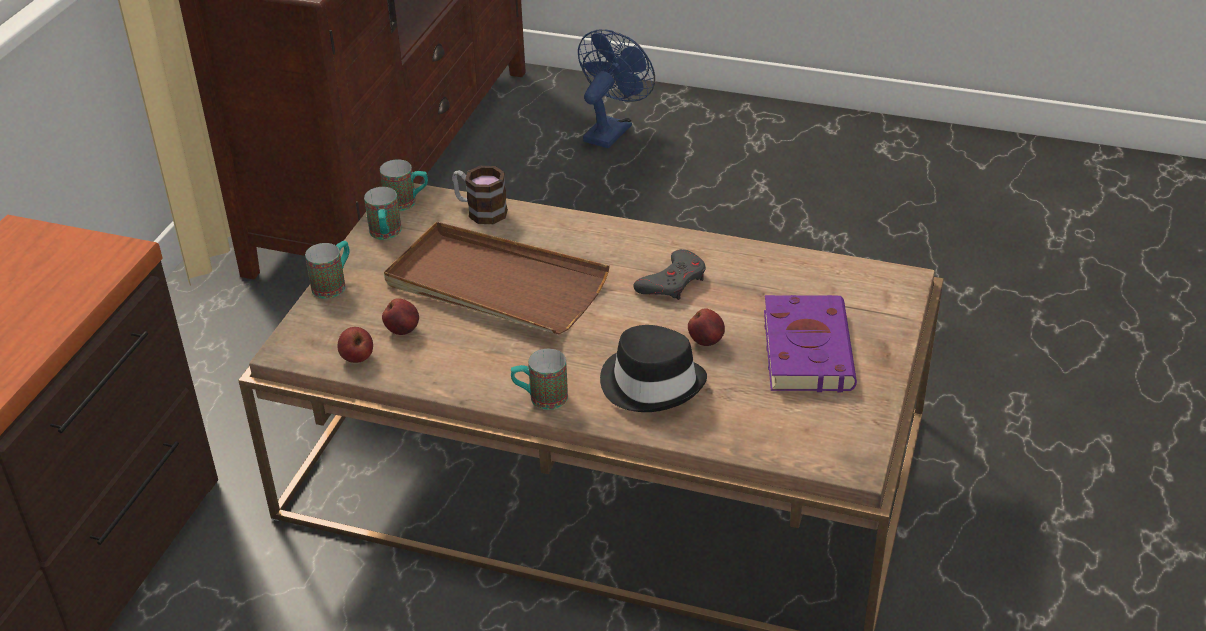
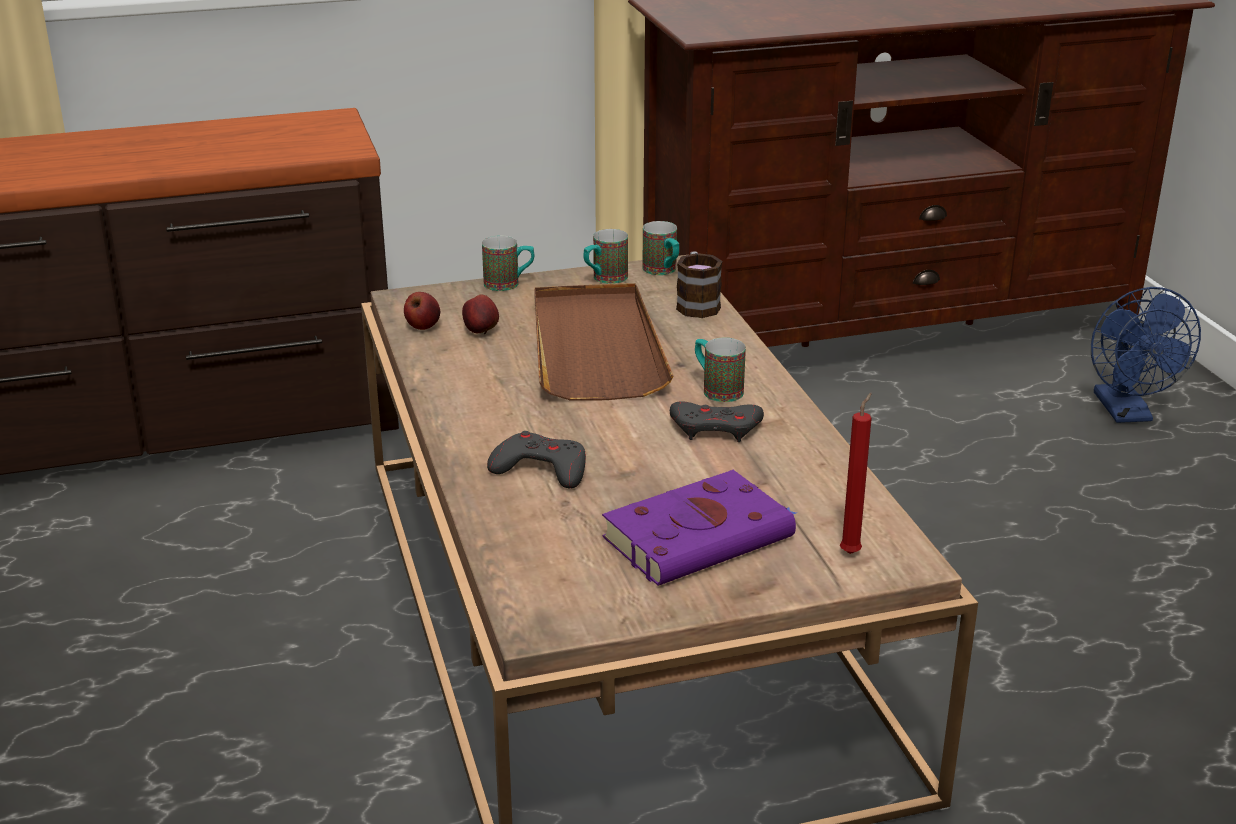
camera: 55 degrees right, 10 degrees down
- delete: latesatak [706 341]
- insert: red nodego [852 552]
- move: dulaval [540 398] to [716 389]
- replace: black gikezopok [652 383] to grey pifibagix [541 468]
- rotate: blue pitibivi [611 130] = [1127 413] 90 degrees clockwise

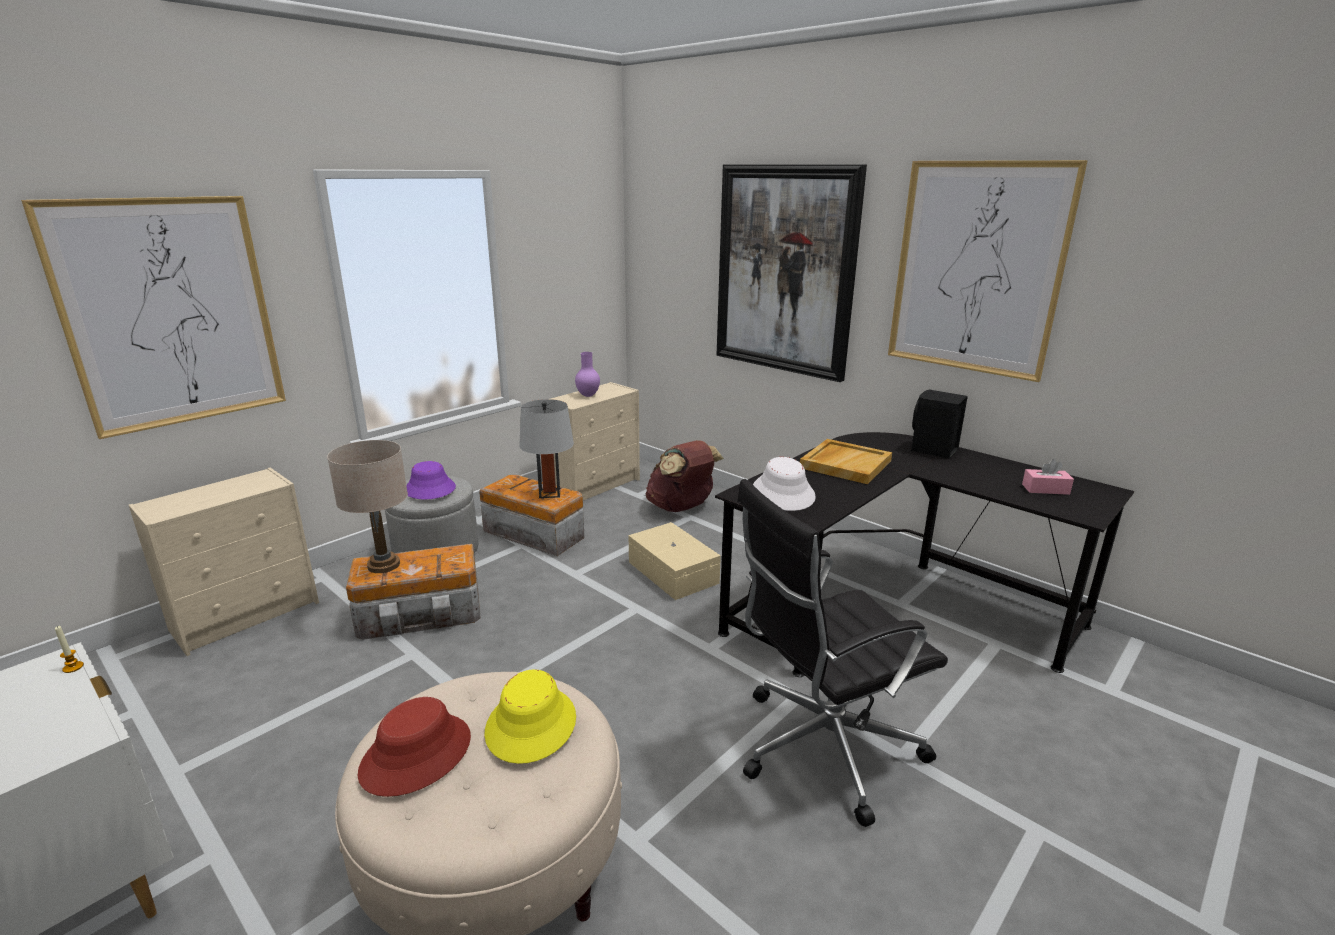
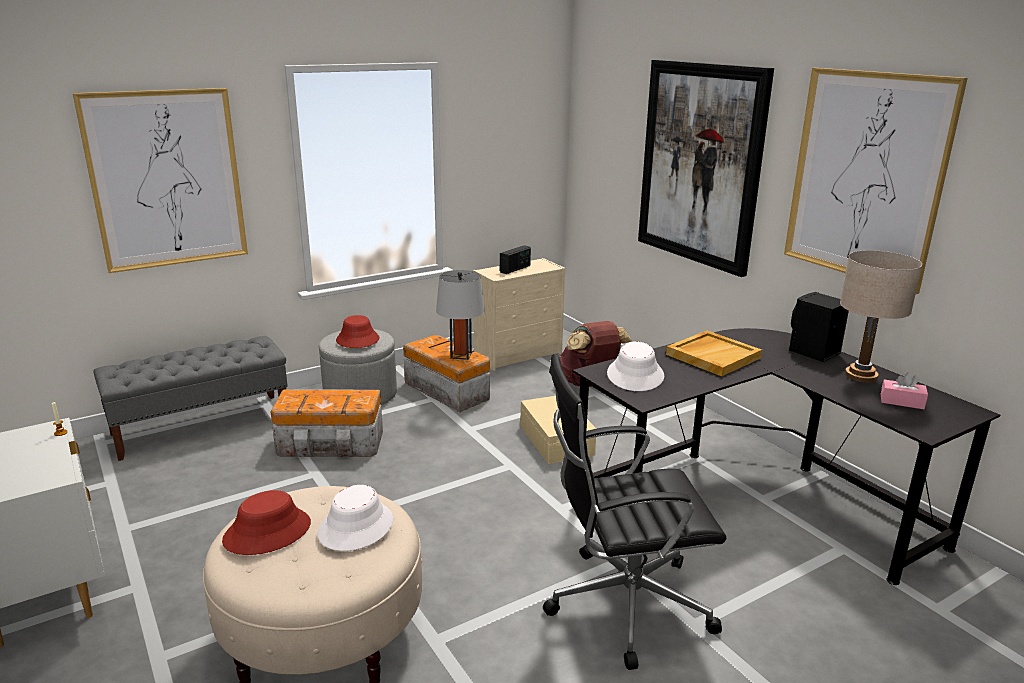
camera: 15 degrees right, 0 degrees up
- move: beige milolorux [384 565] to [861 376]
- replace: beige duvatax [248 615] to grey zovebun [202 425]
- replace: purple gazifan [588 395] to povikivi [515 269]
- recolor: purple gikezopok [430 489] to red gikezopok [357 340]
- recolor: yellow gikezopok [530 725] to white gikezopok [355 527]

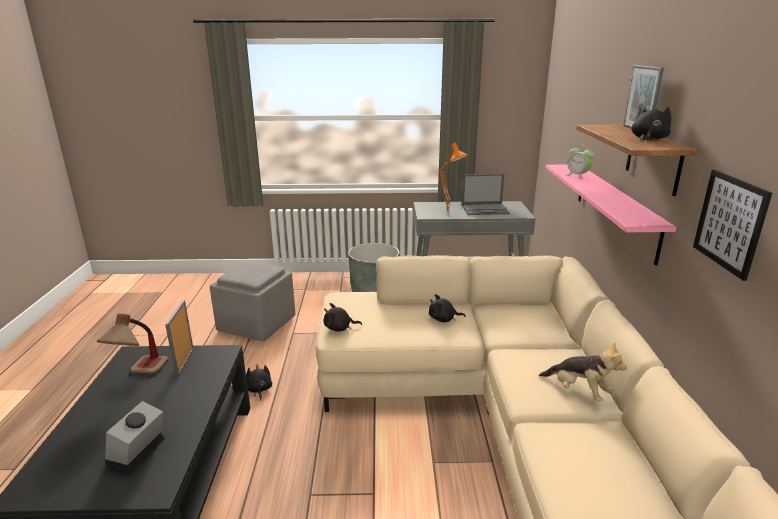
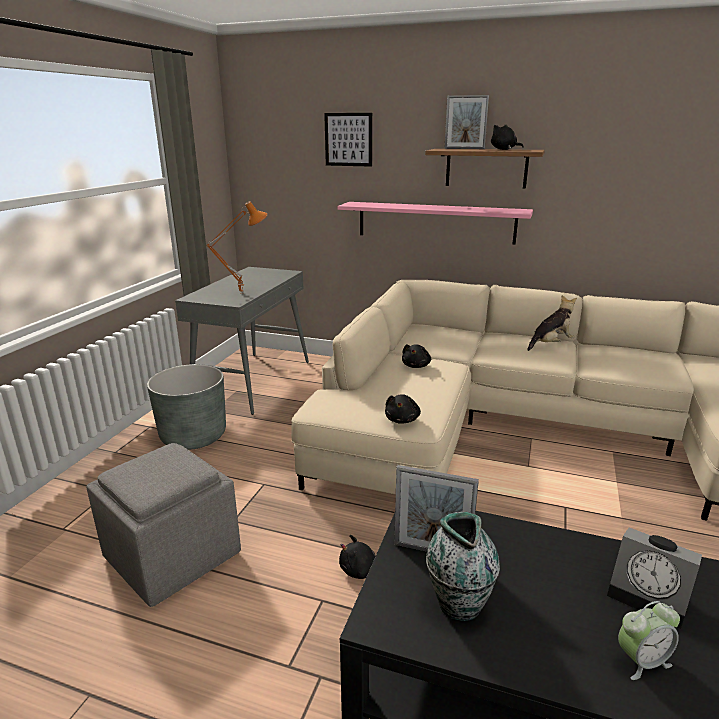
camera: 70 degrees left, 0 degrees up
- delete: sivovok [485 209]
- move: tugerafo [577 176] to [641 660]
- move: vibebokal [730 222] to [348 139]
- replace: milolorux [140 376] to gazifan [459 602]

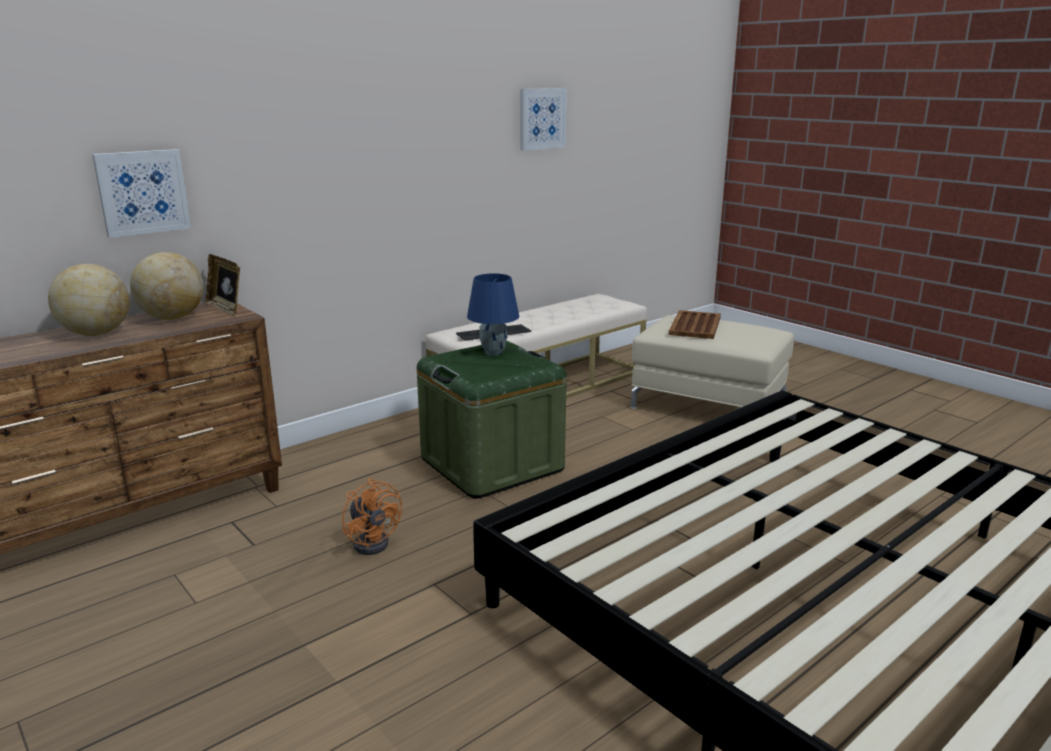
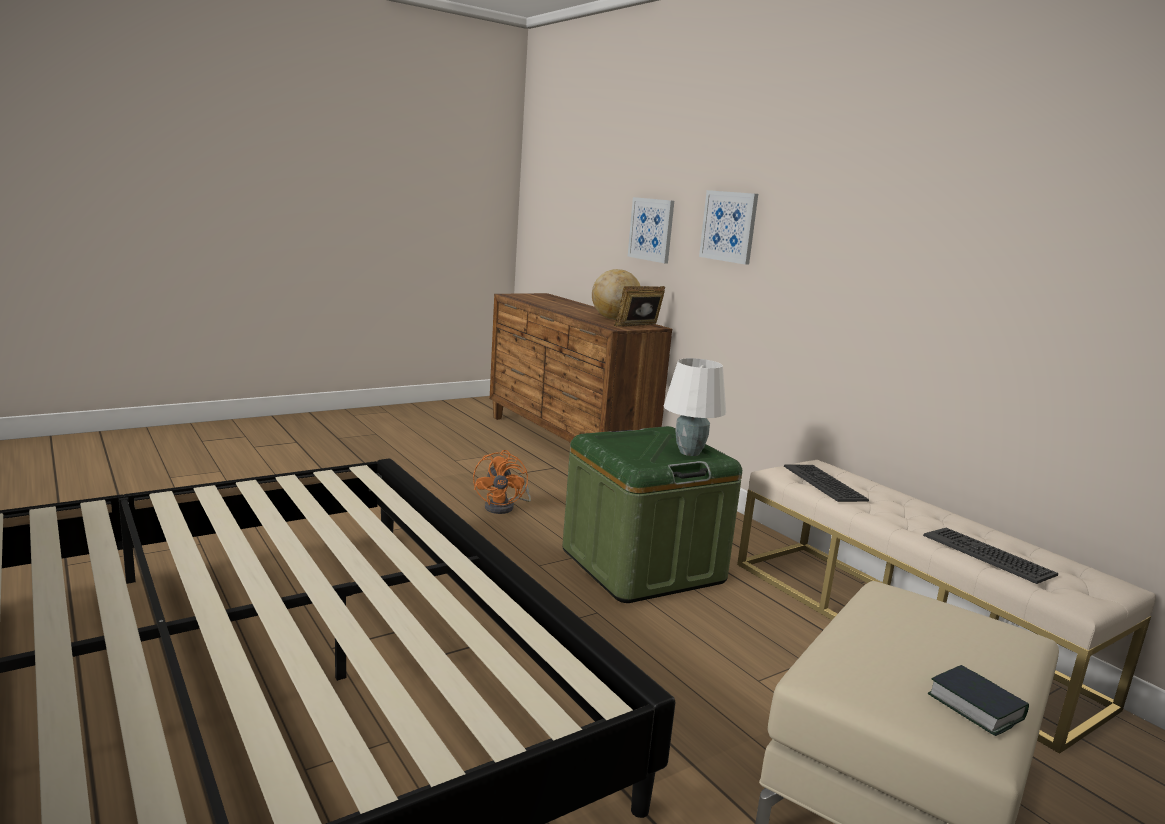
camera: 95 degrees right, 5 degrees down
- delete: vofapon [96 334]
- delete: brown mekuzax [695 326]
- insert: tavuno [988 555]
- insert: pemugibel [975 706]
- move: vibebokal [542 119] to [729 226]
- recolor: blue milolorux [493 353] to white milolorux [688 452]
- rotate: orange pitibivi [374 541] = [505 507] 60 degrees counterclockwise

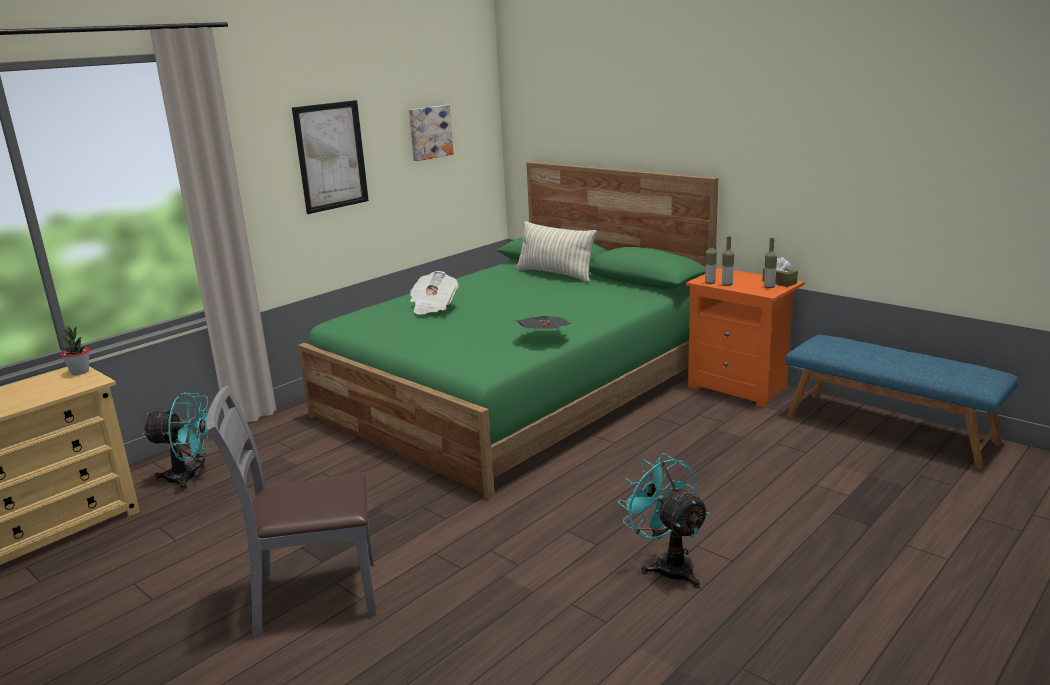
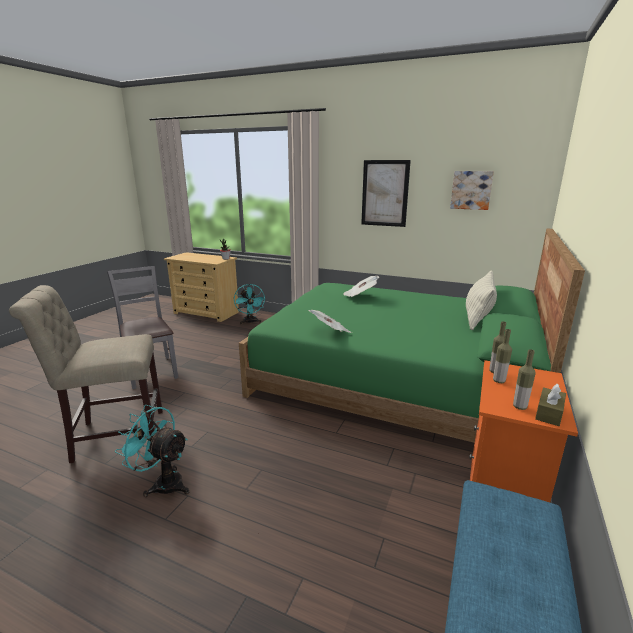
camera: 70 degrees right, 0 degrees up
- insert: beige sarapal [113 435]
- rotate: turquoise pitibivi [667 565] = [163 483] 105 degrees counterclockwise

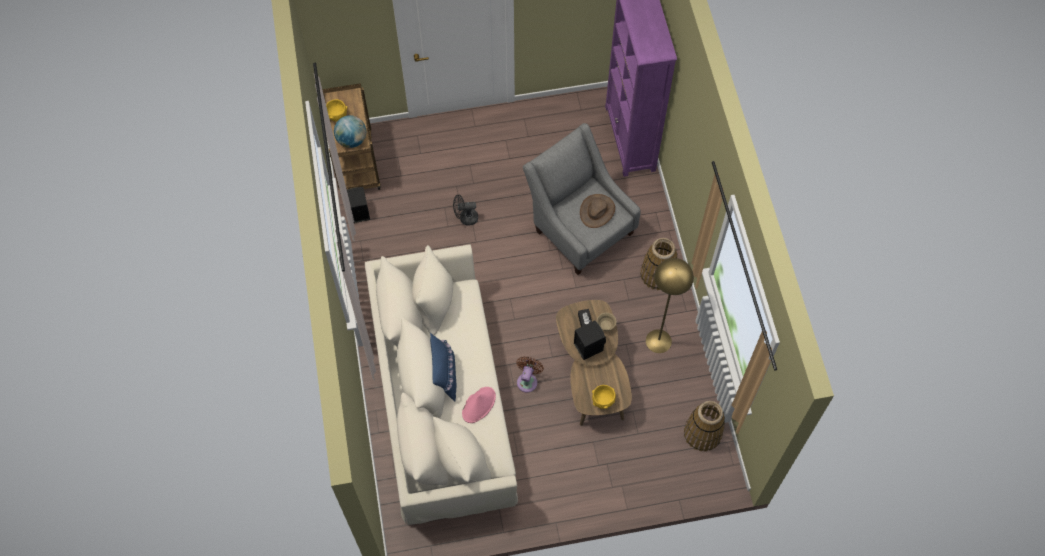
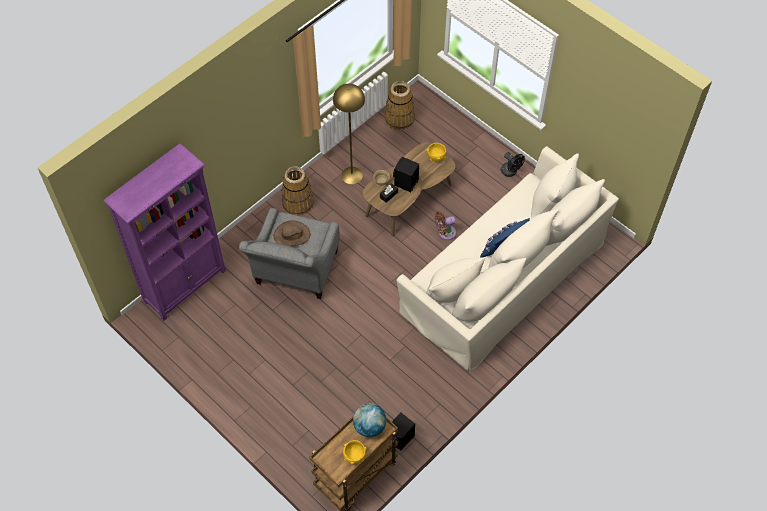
camera: 125 degrees left, 5 degrees down
- delete: pink gikezopok [479 405]
- move: black pitibivi [465 218] to [510 172]

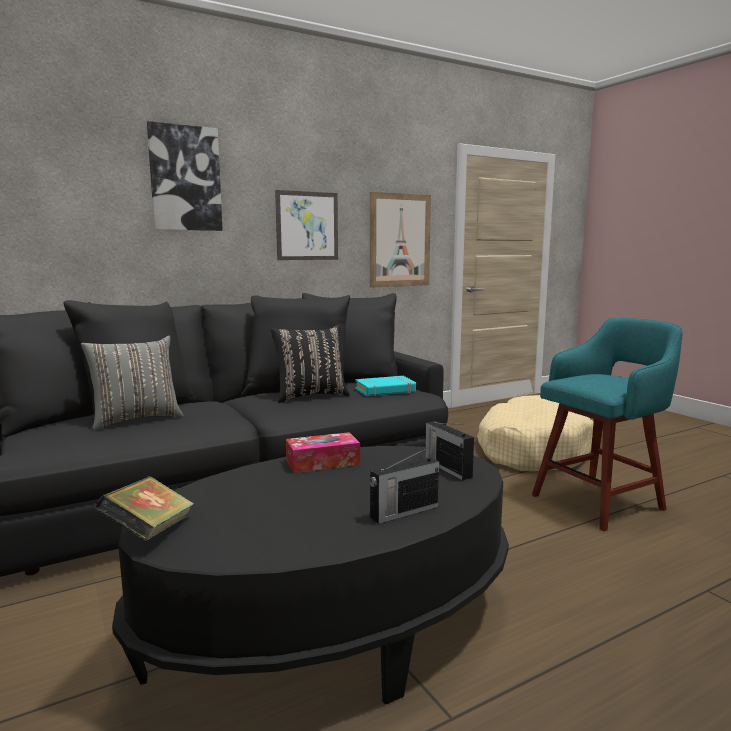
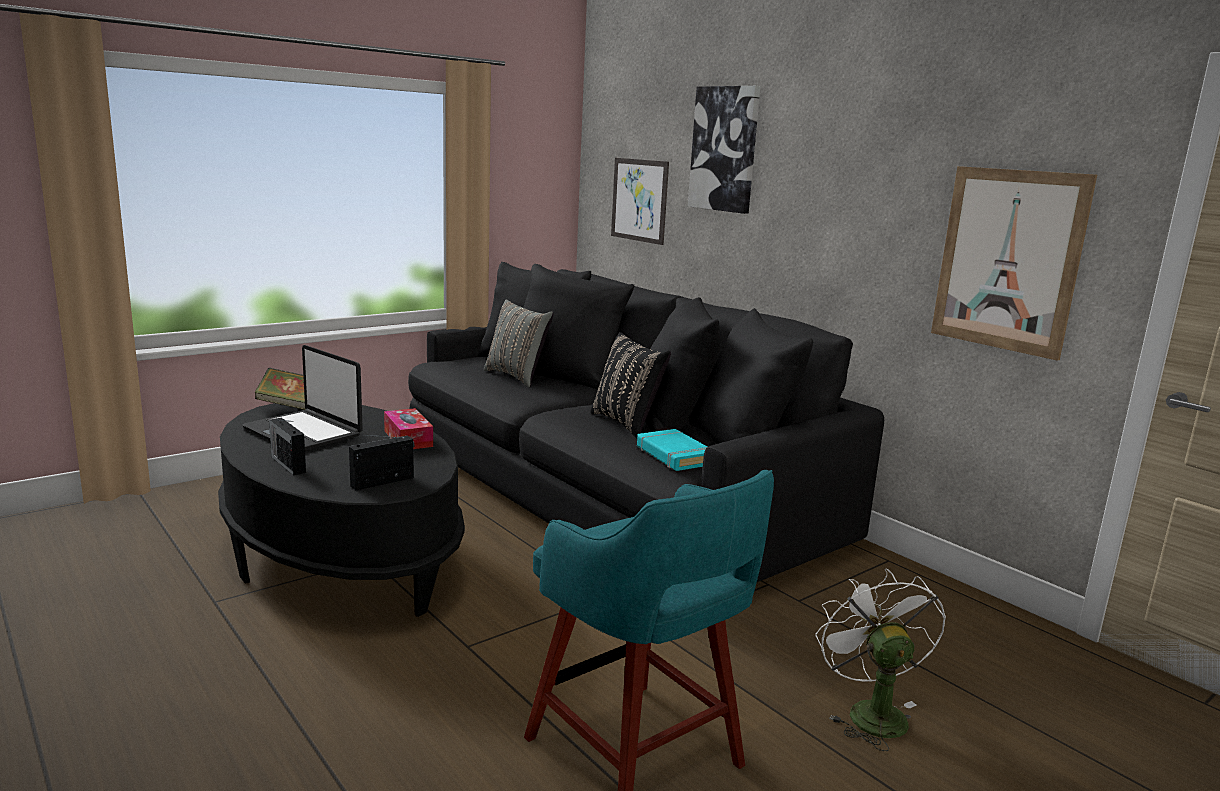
camera: 80 degrees right, 5 degrees up
- insert: sivovok [304 432]
- move: vibebokal [307 226] to [639 200]
- replace: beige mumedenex [532 450] to white pitibivi [869 712]

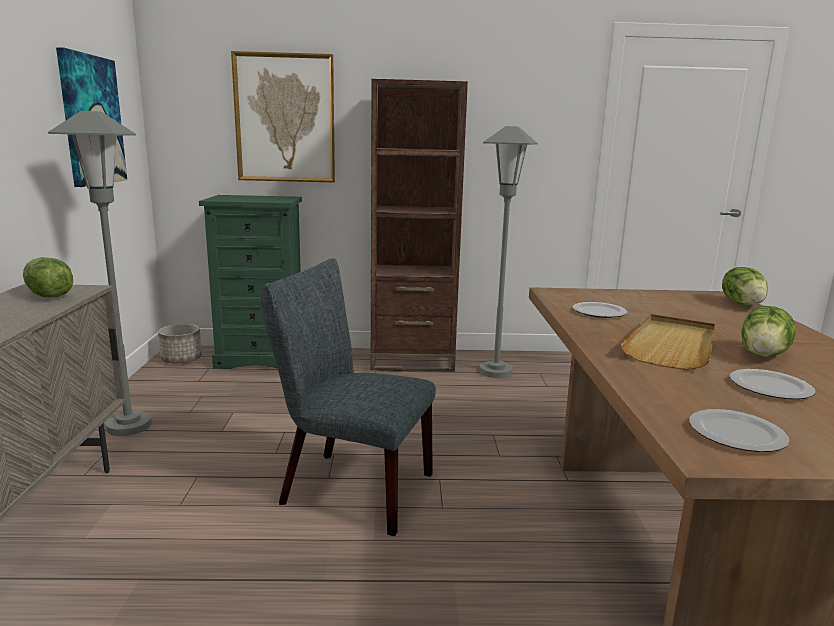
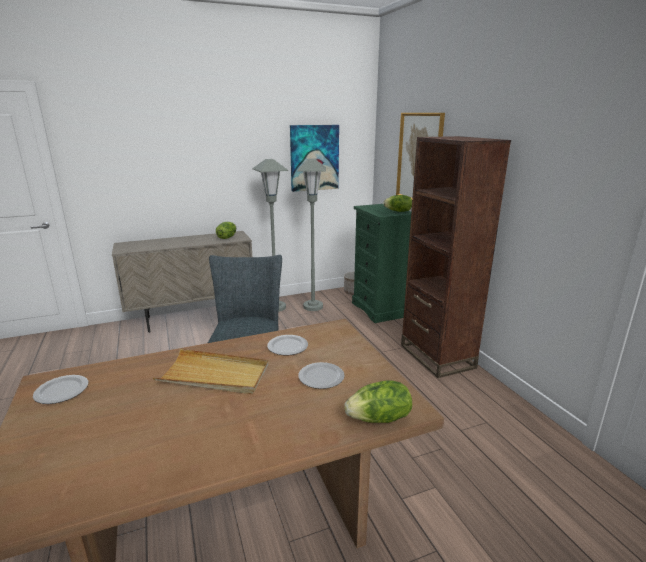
camera: 70 degrees right, 5 degrees up
- move: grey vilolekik [496 371] to [313 306]
- move: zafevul [769 387] to [322 377]
- move: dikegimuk [764 354] to [398 211]

